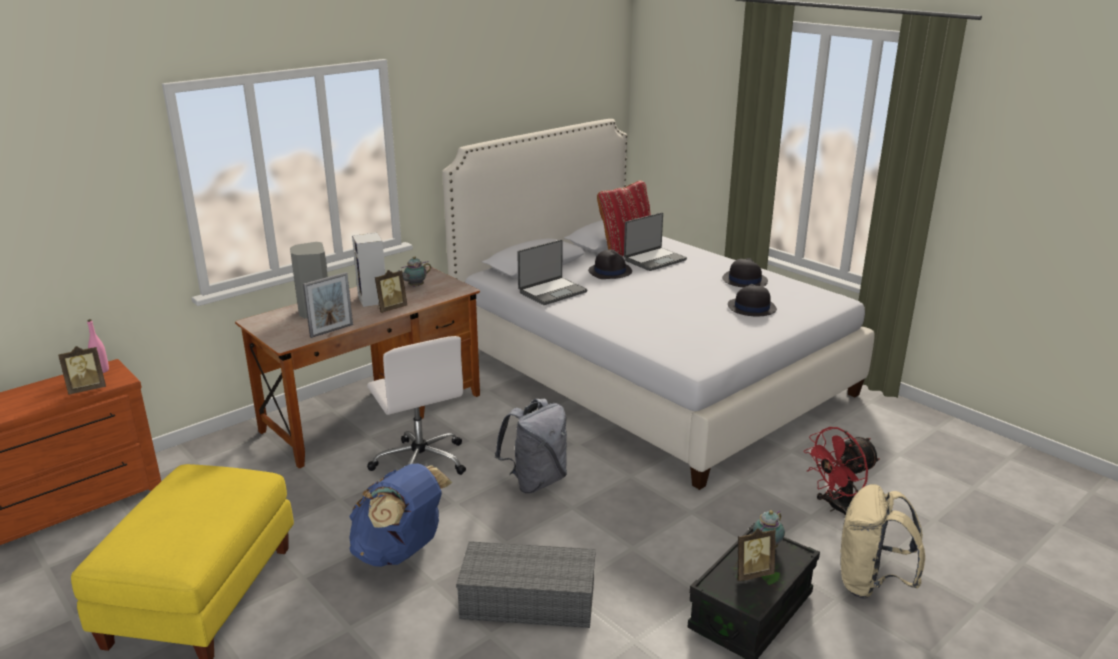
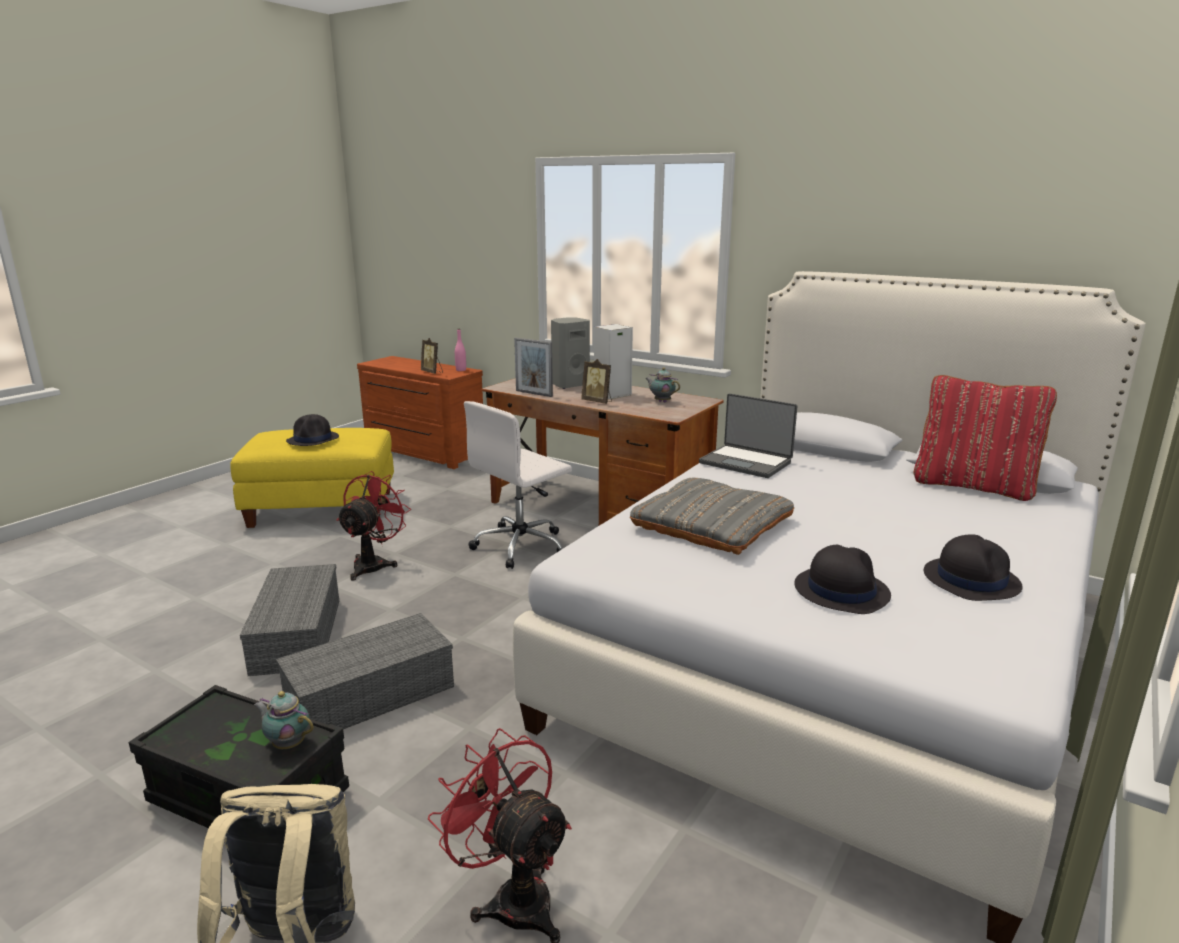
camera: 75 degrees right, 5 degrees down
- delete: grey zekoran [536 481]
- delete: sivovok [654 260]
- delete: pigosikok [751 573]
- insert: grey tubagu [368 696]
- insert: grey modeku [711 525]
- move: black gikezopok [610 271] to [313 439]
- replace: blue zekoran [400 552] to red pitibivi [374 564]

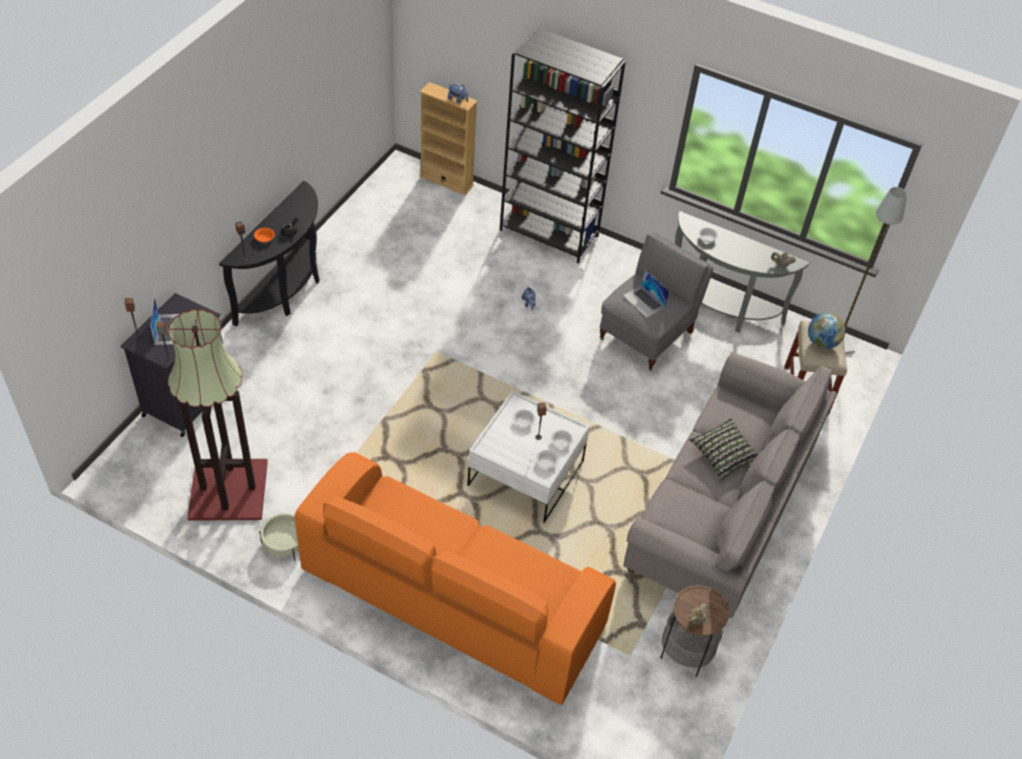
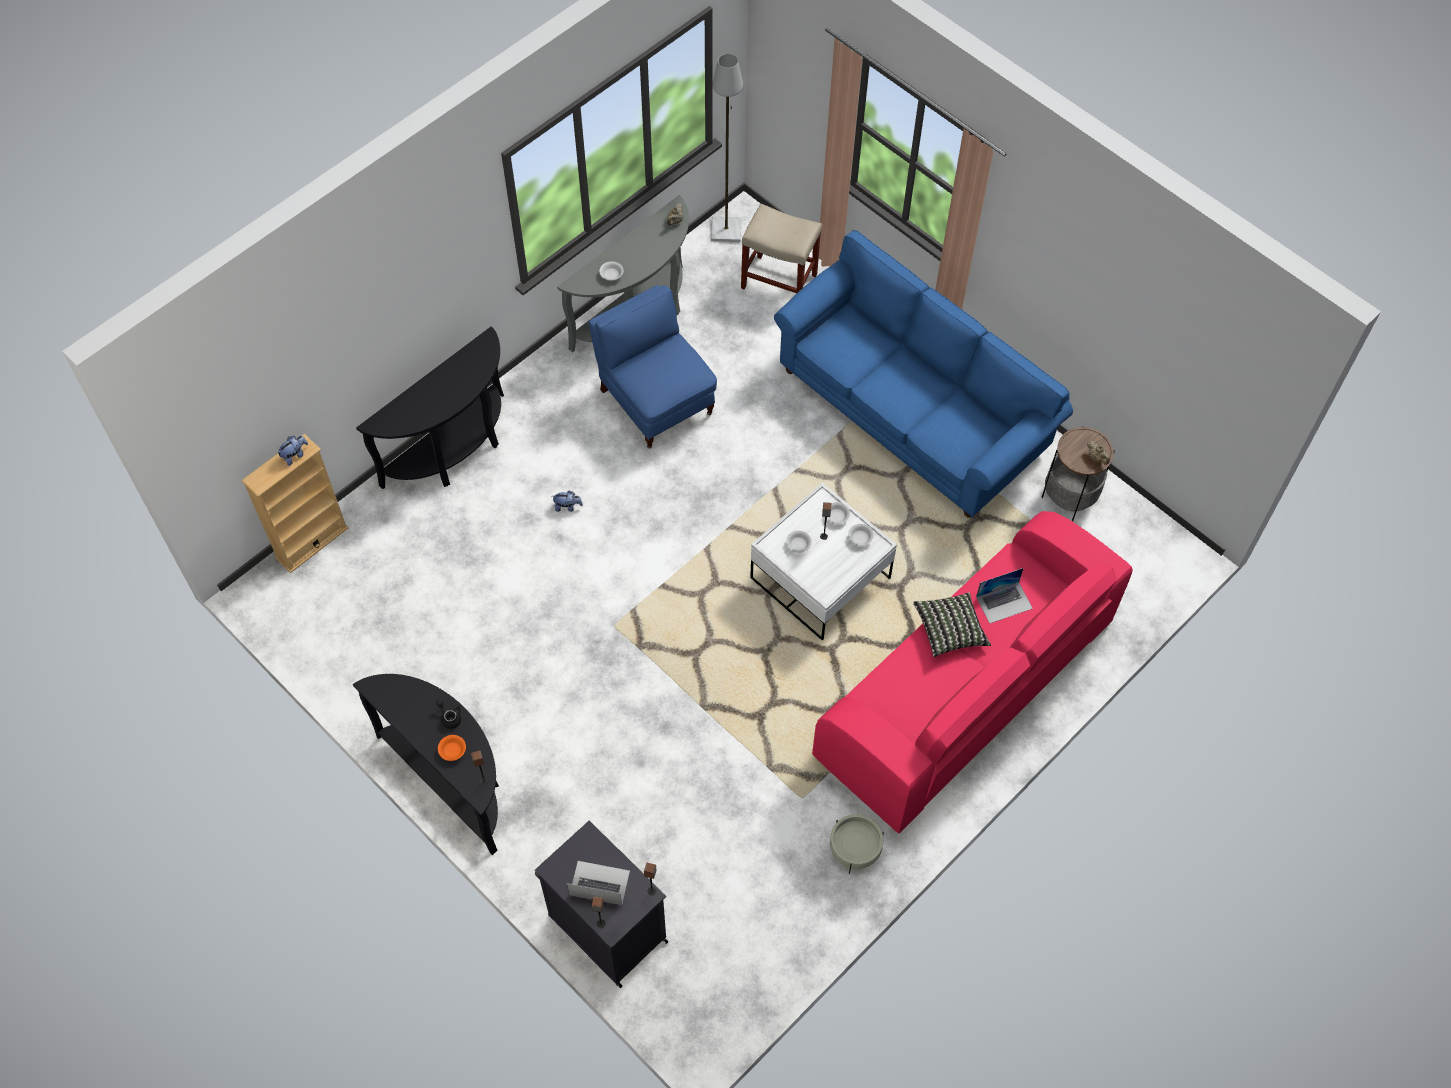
camera: 70 degrees left, 10 degrees up
- delete: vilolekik [227 489]
- delete: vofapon [821 342]
- move: sivovok [644 301] to [1004 602]
- move: modeku [723 455] to [950 630]
- replace: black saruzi [549 233] to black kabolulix [454 451]
- recolor: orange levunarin [452 598] to pink levunarin [964 690]
- recolor: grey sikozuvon [646 335] to blue sikozuvon [656 401]
- recolor: grey levunarin [719 509] to blue levunarin [912 412]

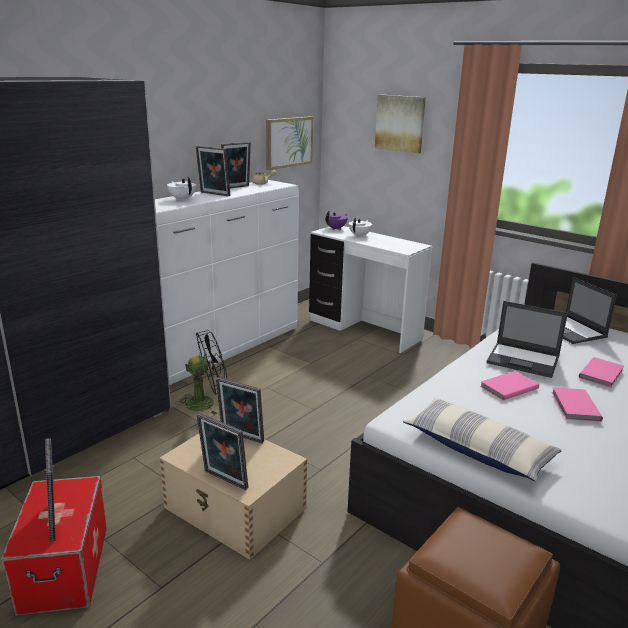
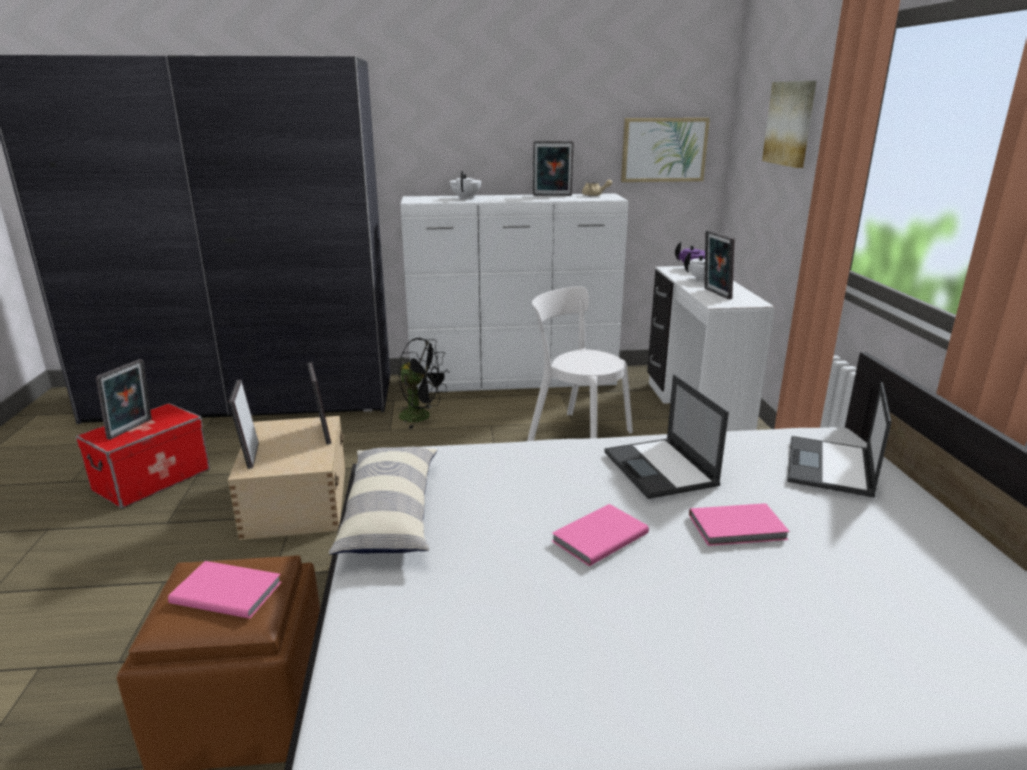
camera: 45 degrees right, 0 degrees up
- insert: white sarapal [576 435]
- move: pigosikok [214 194] to [715 293]
- move: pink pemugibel [507 387] to [227 591]

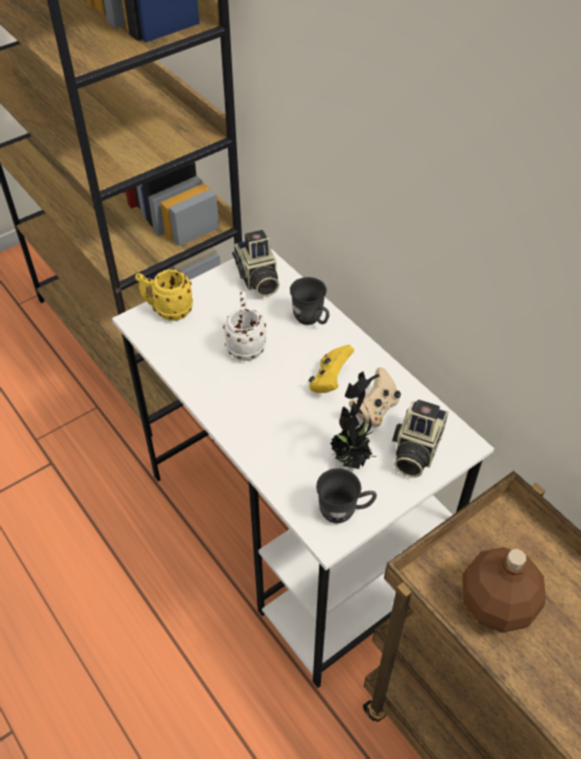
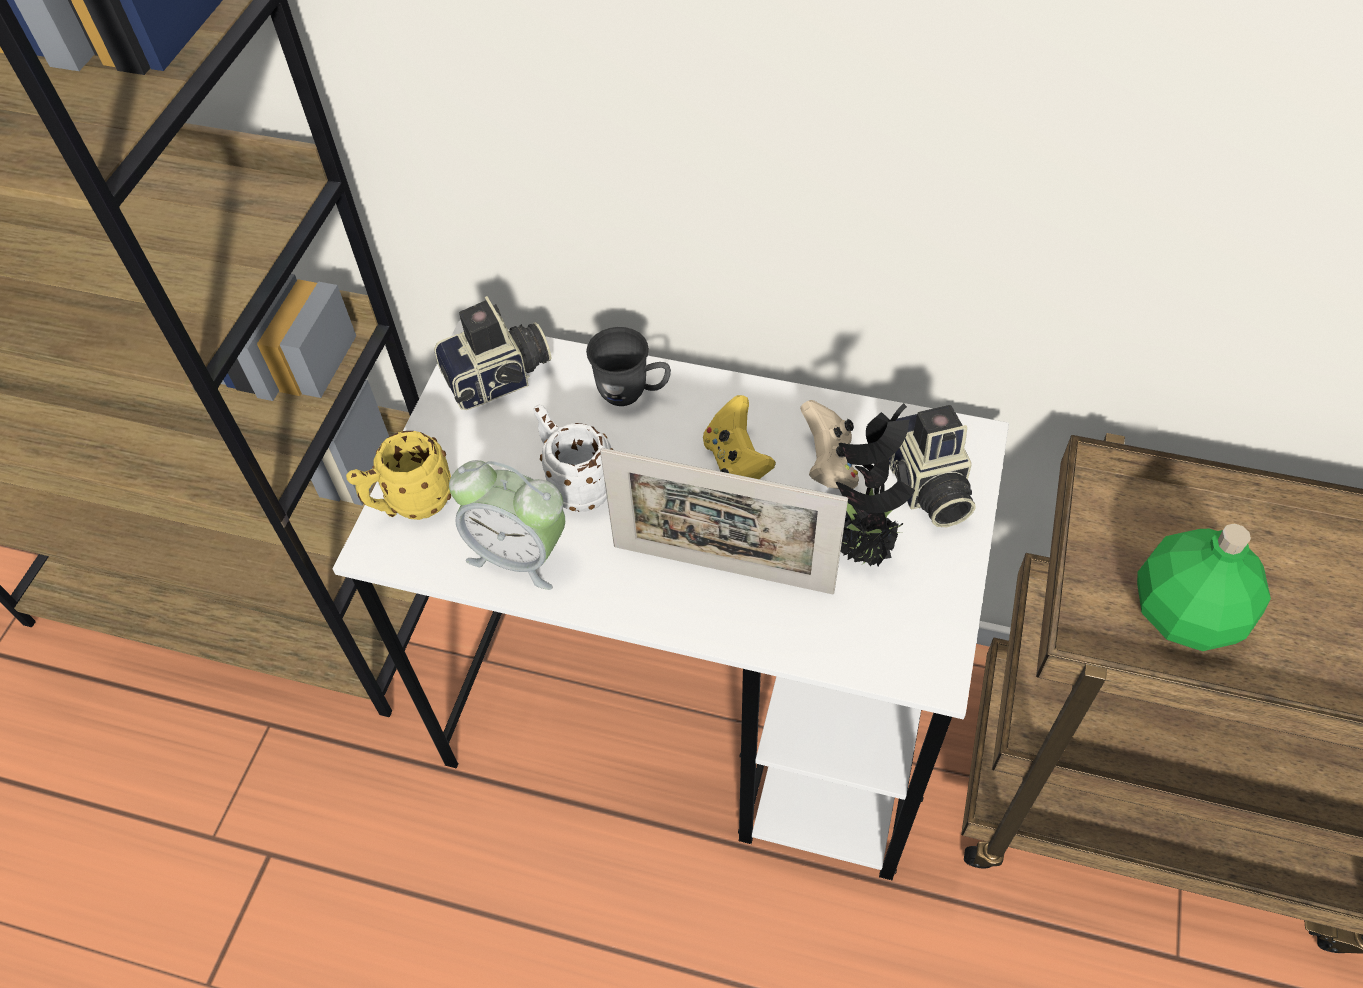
camera: 35 degrees left, 5 degrees up
- delete: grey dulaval [344 512]
- insert: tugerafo [519 554]
- insert: pigosikok [722 569]
- recolor: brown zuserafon [496 605] to green zuserafon [1186 616]
- rotate: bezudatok [257 279] = [500 379] 60 degrees counterclockwise

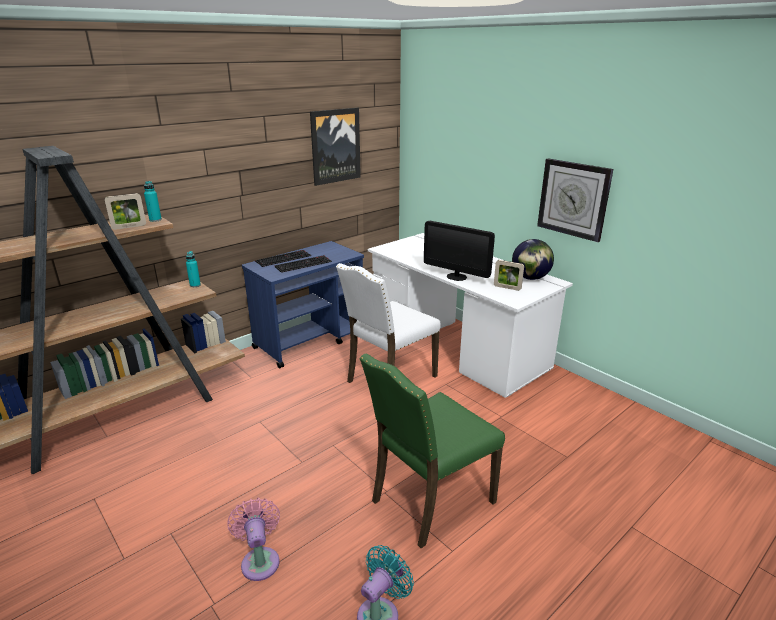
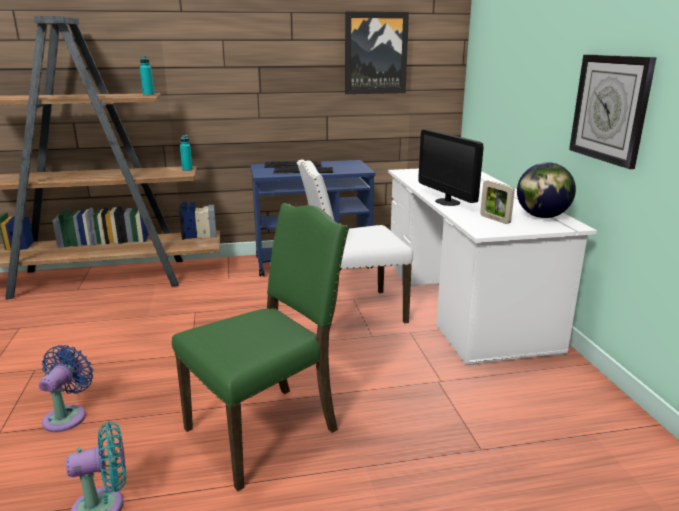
camera: 30 degrees right, 5 degrees down
- delete: pigosikok [129 227]
- recolor: pink pitibivi [260 560] to blue pitibivi [68 416]
- rotate: green sarapal [429 501] = [266 430] 150 degrees clockwise

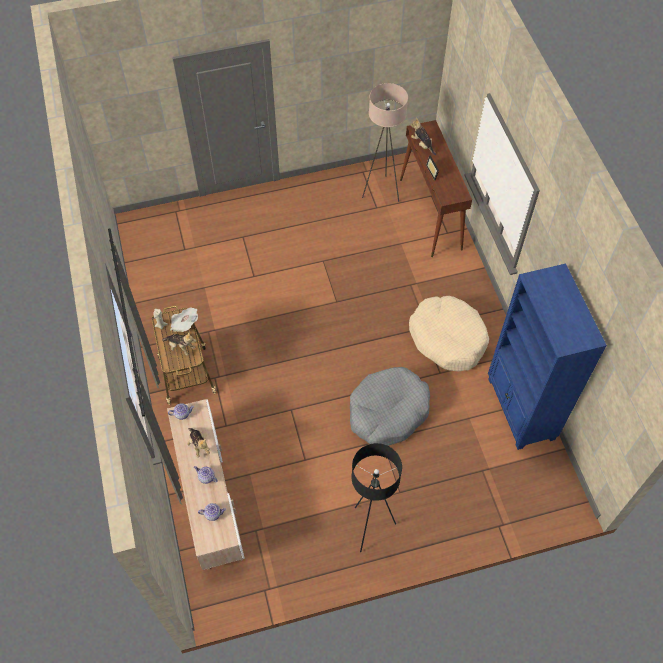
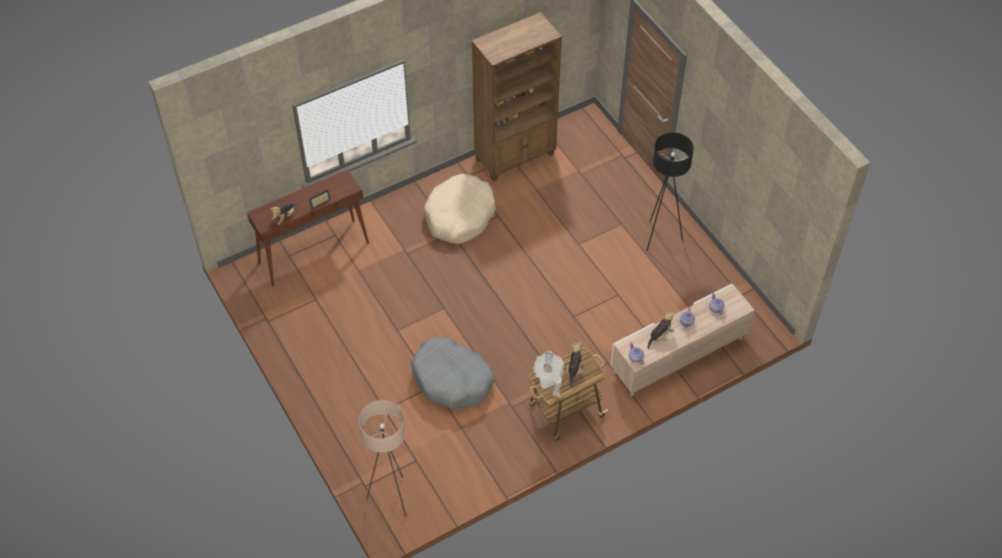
camera: 105 degrees left, 5 degrees down
- move: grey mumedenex [388 411] to [452 379]
- move: beige vilolekik [382 191] to [391 497]
- recolor: blue saruzi [520 409] to brown saruzi [516 157]

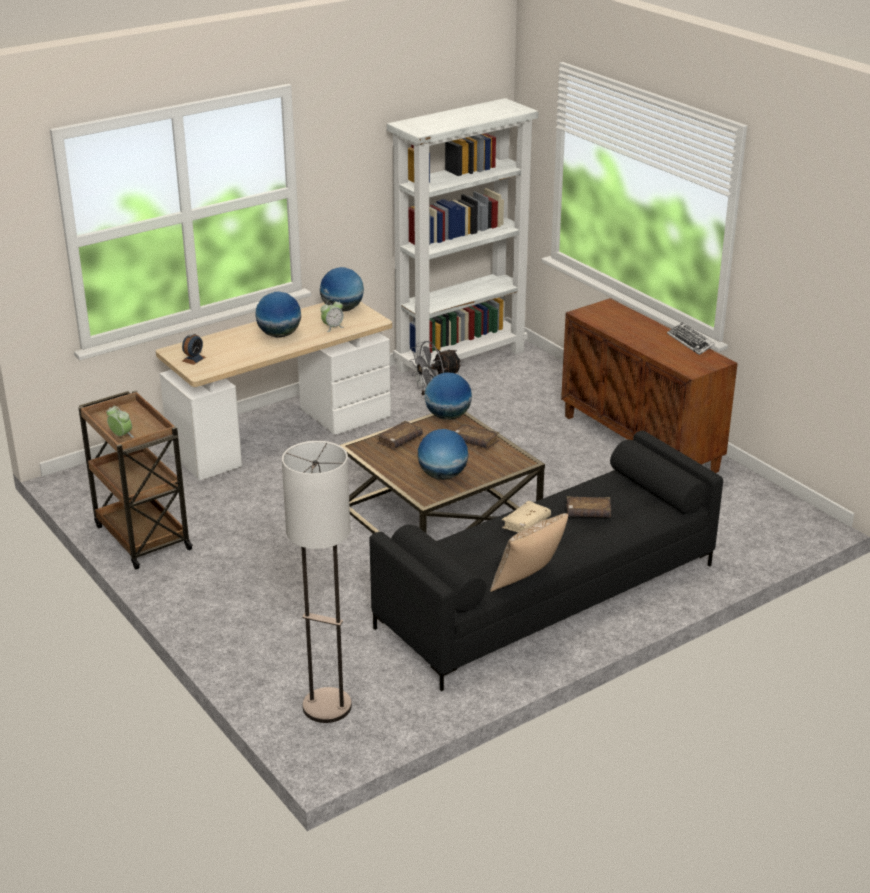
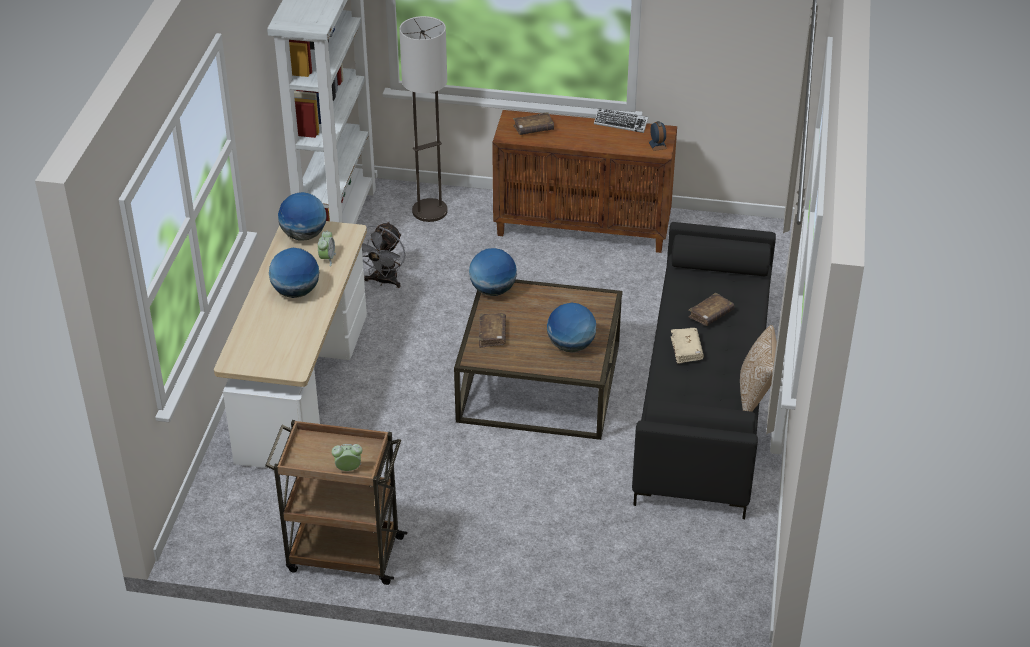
camera: 45 degrees left, 10 degrees up
- move: tugerafo [193 359] to [657 144]
- move: vilolekik [326 706] to [429 211]
- move: brown pemugibel [475 442] to [533 129]

